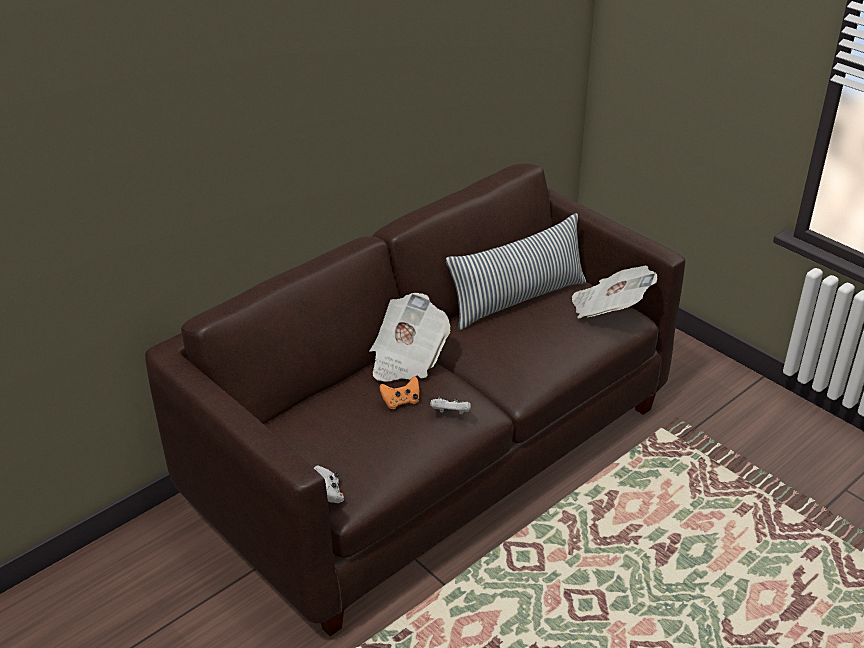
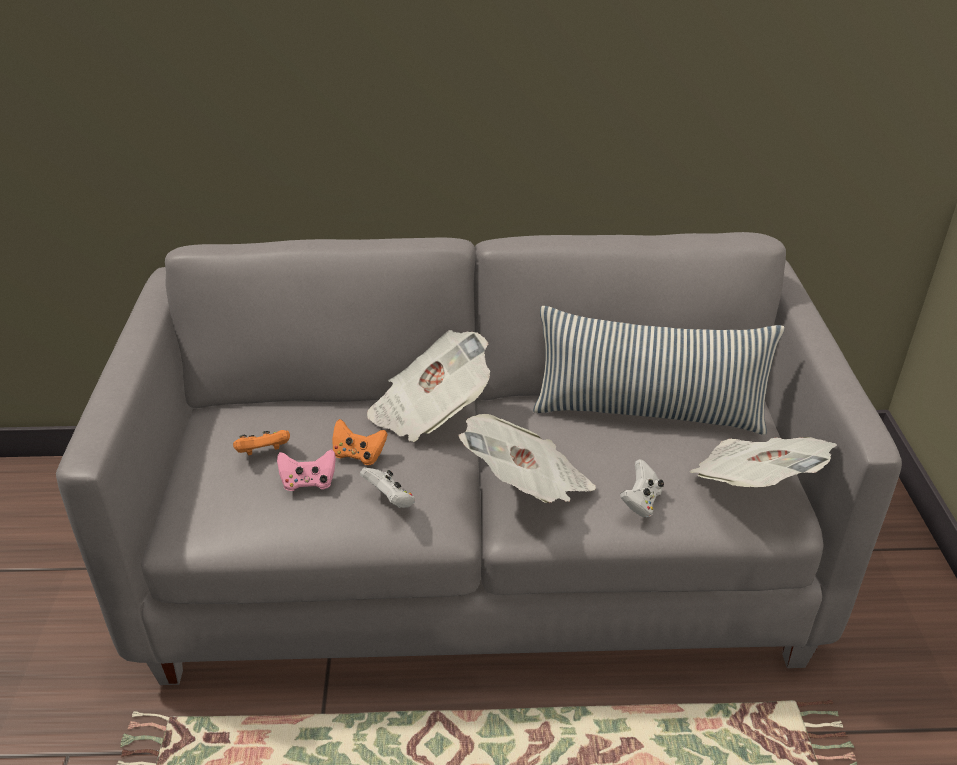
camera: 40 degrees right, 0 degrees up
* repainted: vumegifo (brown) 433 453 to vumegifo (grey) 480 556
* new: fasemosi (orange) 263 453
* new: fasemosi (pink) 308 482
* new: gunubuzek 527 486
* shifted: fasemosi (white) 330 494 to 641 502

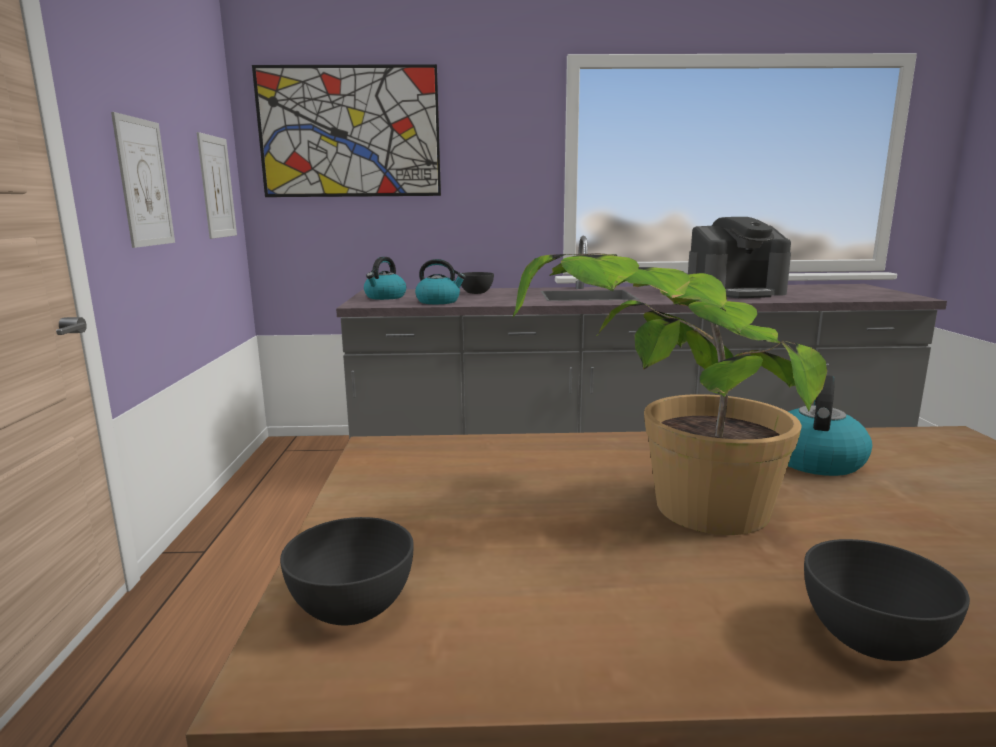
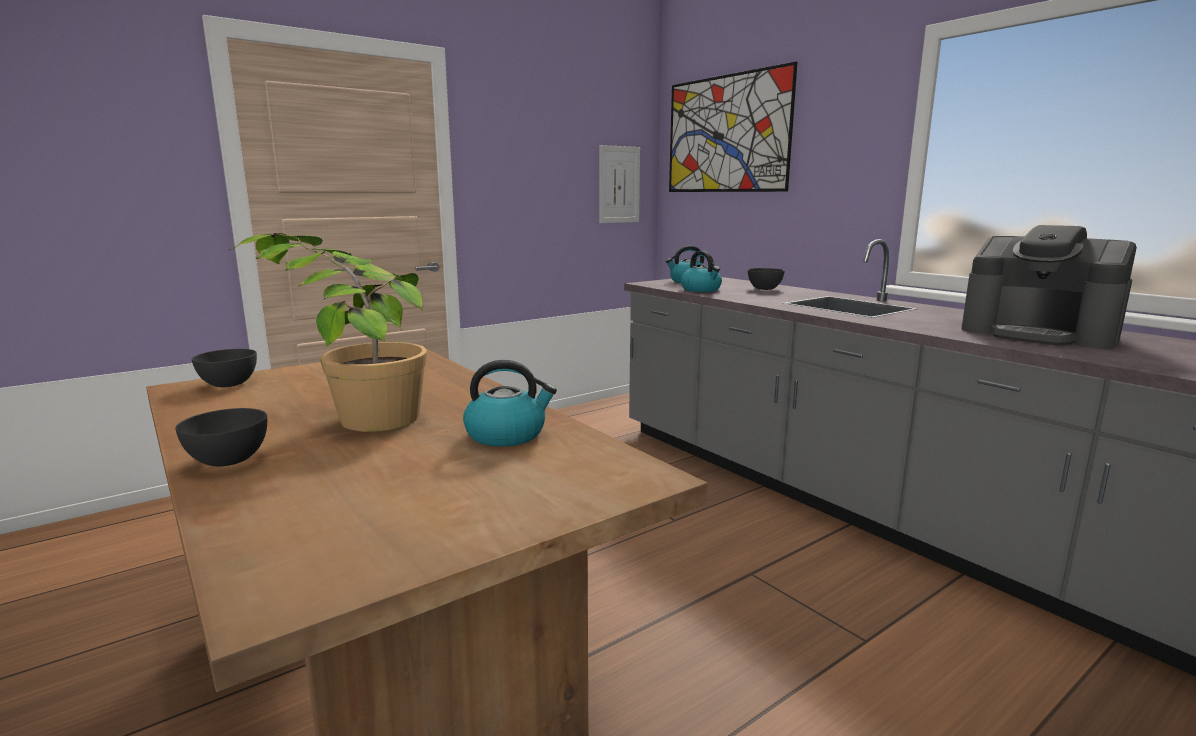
camera: 55 degrees right, 0 degrees up
* gone: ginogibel 144 183

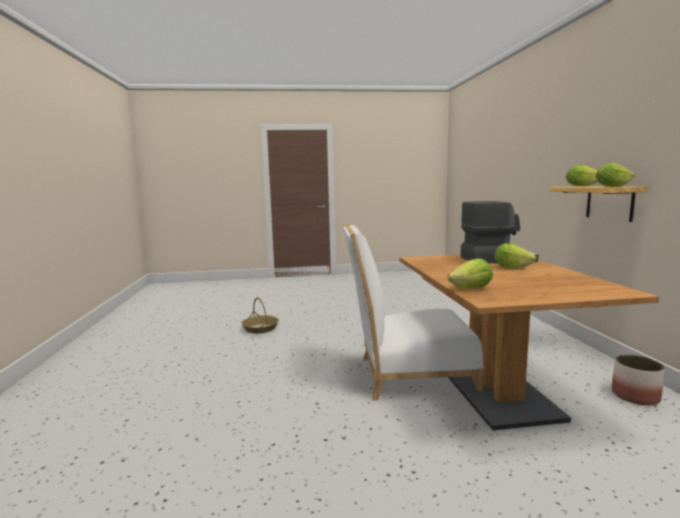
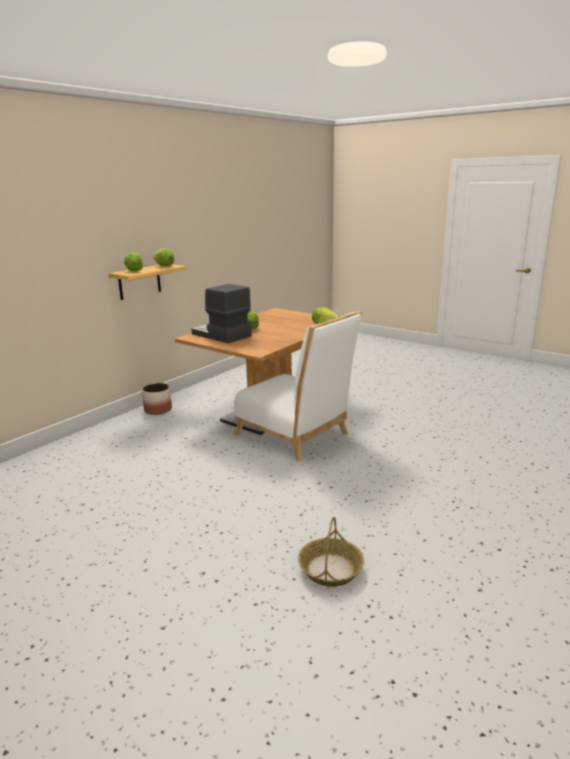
camera: 135 degrees left, 10 degrees up
* shifted: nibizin 635 396 to 158 410

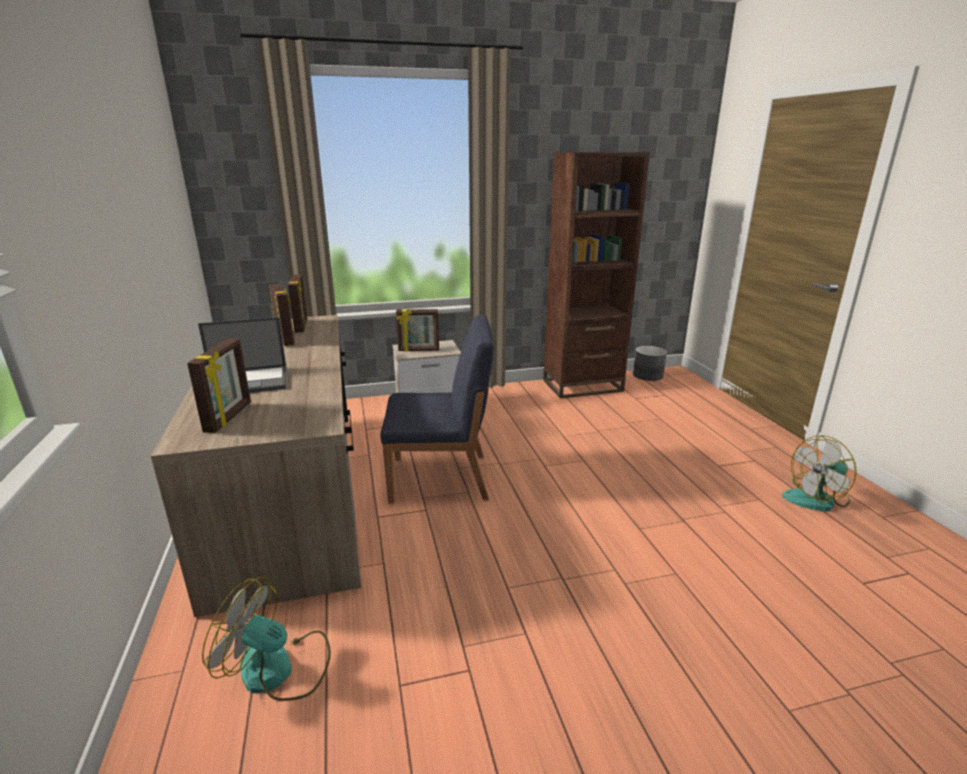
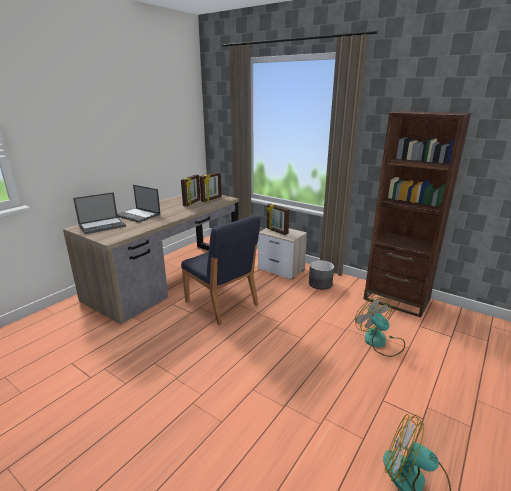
camera: 50 degrees right, 0 degrees up
* swapped: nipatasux 229 417 to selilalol 102 225
* shifted: nibizin (grey) 648 375 to 320 284
* shifted: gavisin 279 670 to 380 342

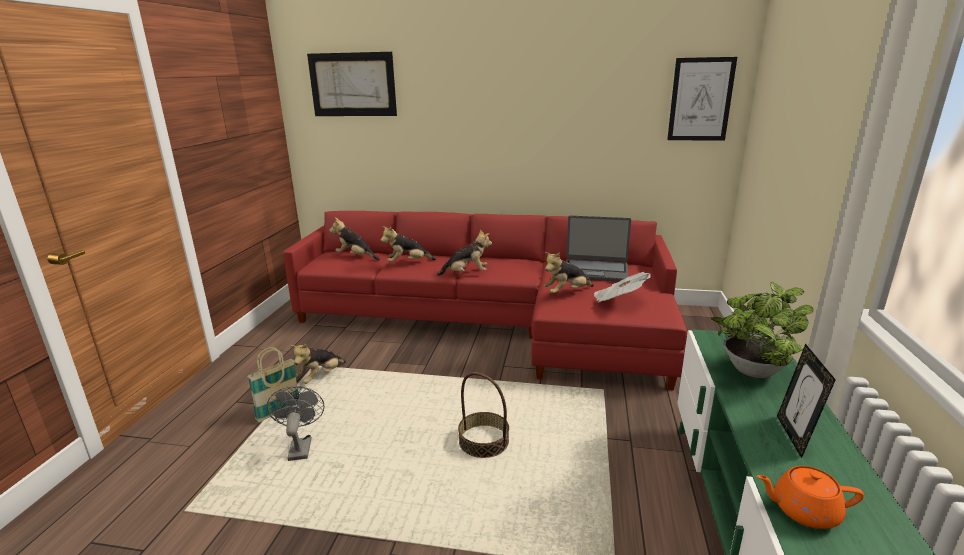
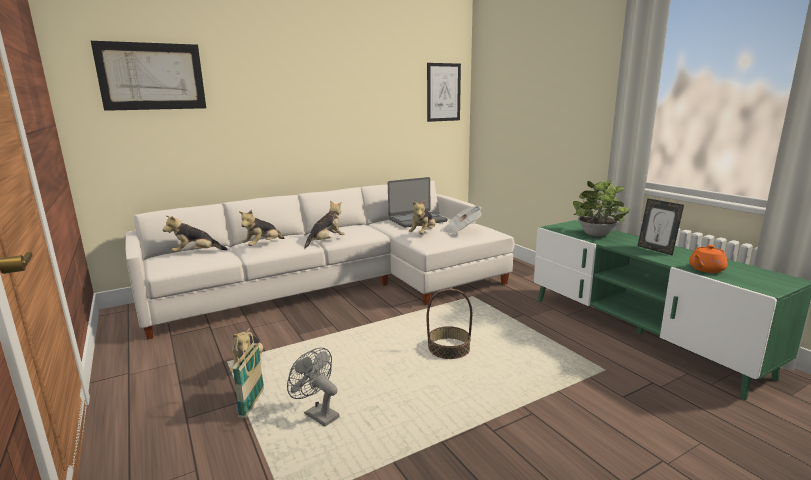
camera: 40 degrees left, 5 degrees down
* repainted: vumegifo (red) 496 322 to vumegifo (white) 344 283

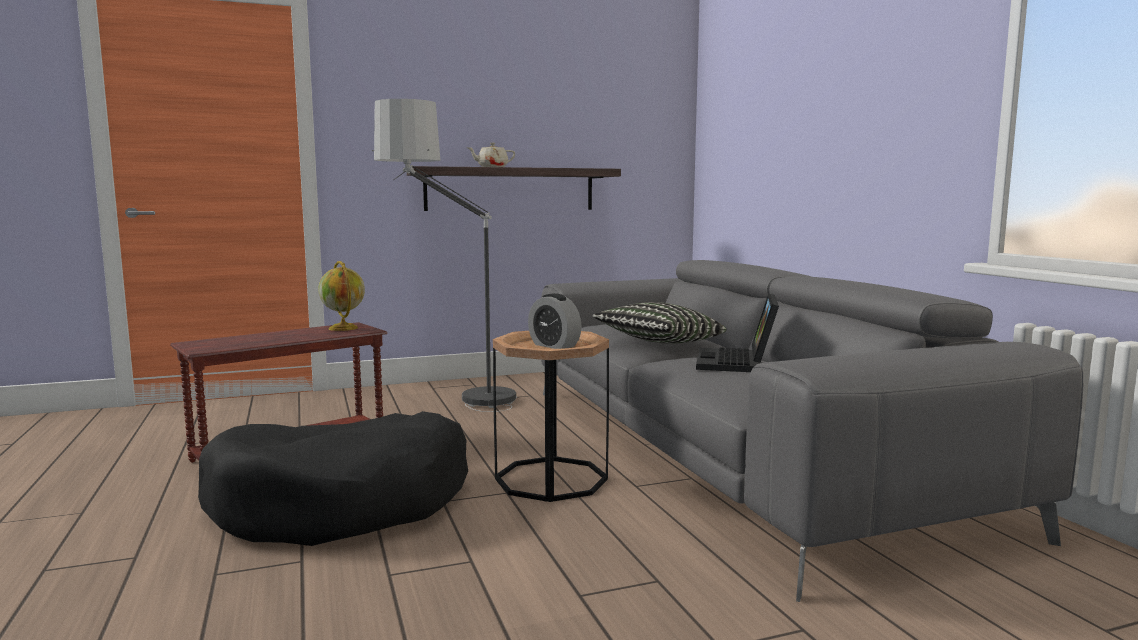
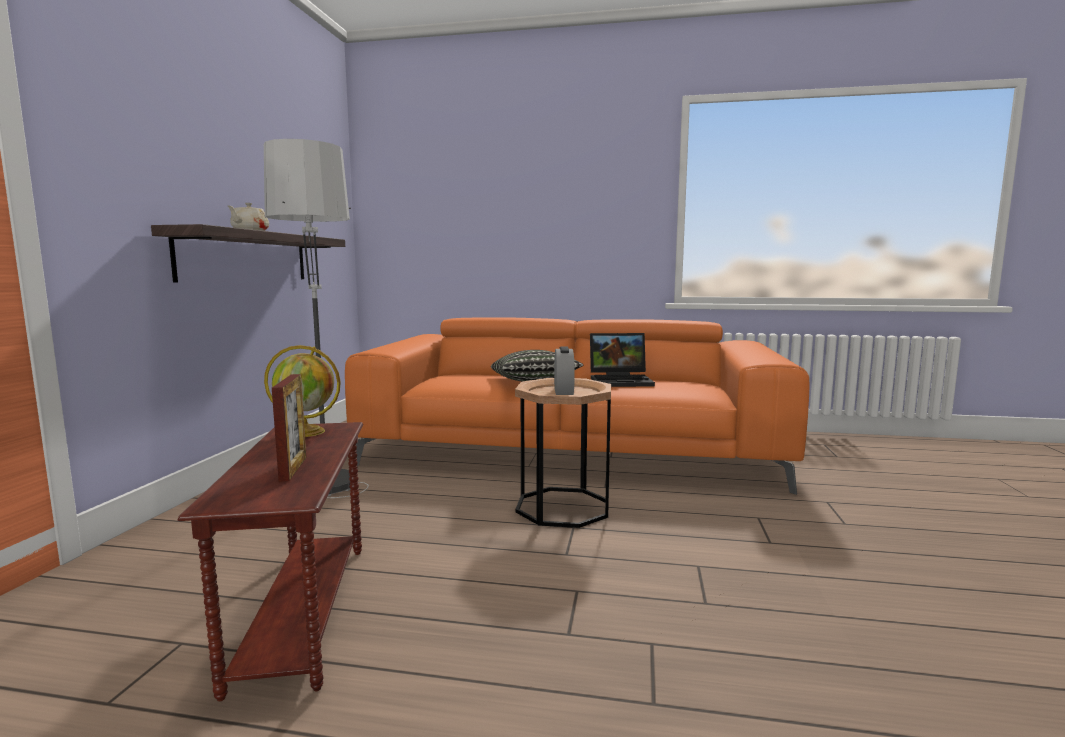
camera: 60 degrees left, 0 degrees up
* new: nipatasux 293 468
* repainted: vumegifo (grey) 731 449 to vumegifo (orange) 570 450
* rotated: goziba 554 345 = 563 391 75 degrees counterclockwise
* rotated: selilalol 738 363 = 621 381 45 degrees counterclockwise
* gone: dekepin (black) 342 504

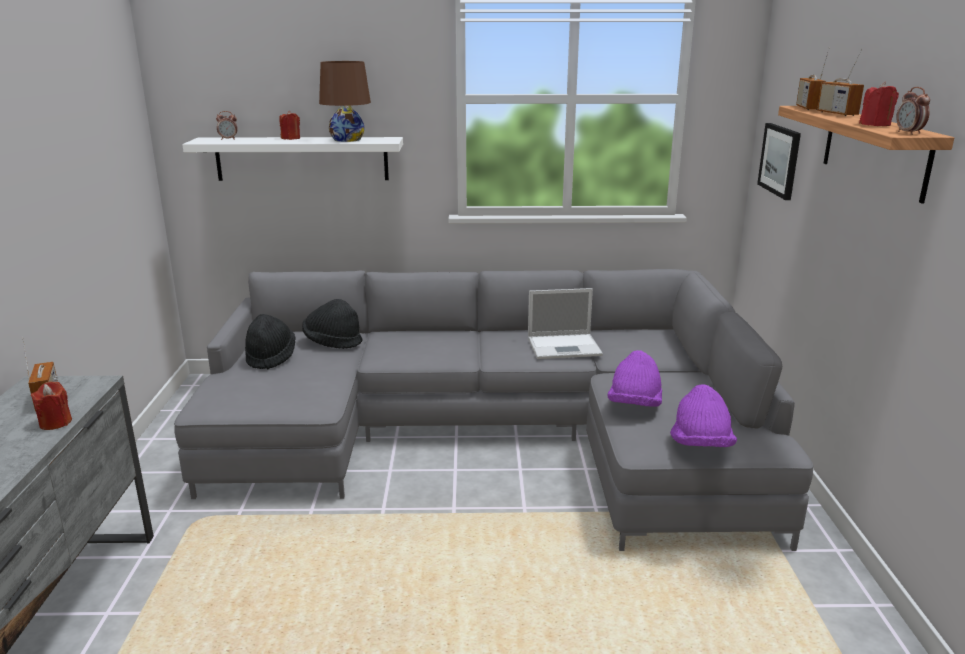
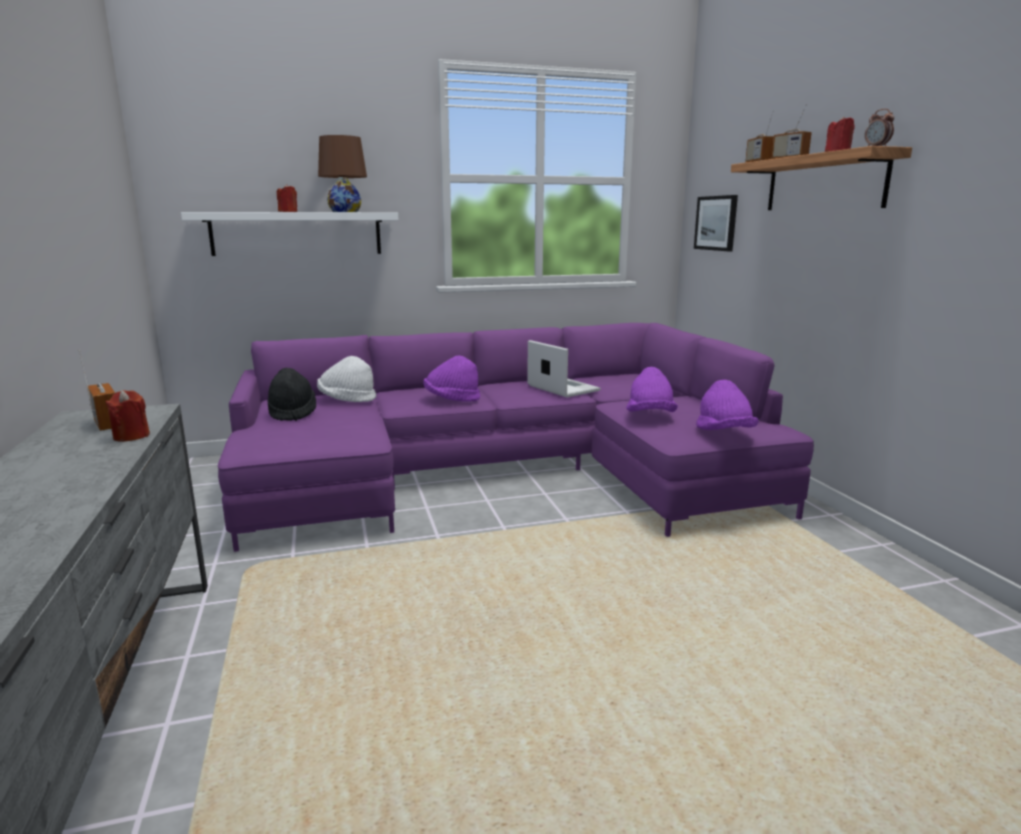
camera: 15 degrees left, 5 degrees down
* repainted: vumegifo (grey) 494 436 to vumegifo (purple) 507 474
* repainted: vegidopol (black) 332 342 to vegidopol (white) 347 400
* new: vegidopol (purple) 452 399
* rotated: selilalol 565 346 = 562 388 105 degrees counterclockwise
* gone: goziba 228 139

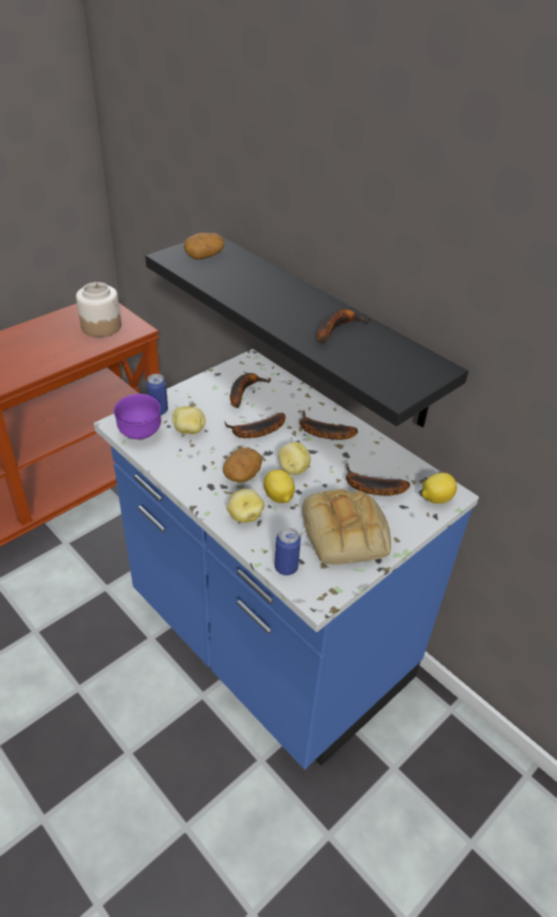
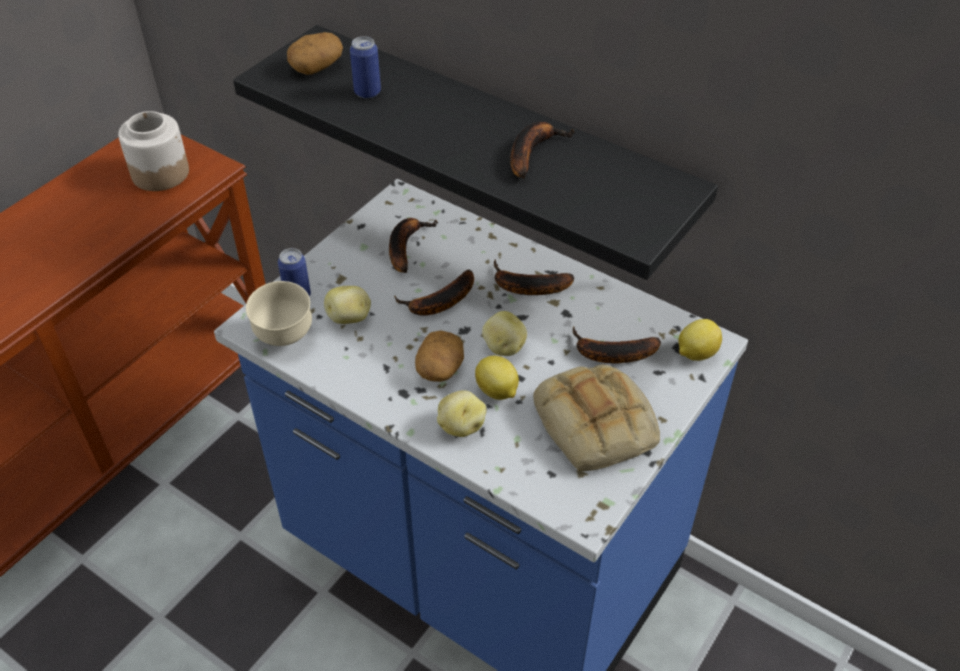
camera: 10 degrees left, 5 degrees up
* repainted: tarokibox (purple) 140 435 to tarokibox (beige) 284 337
* shifted: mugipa 286 567 to 367 92

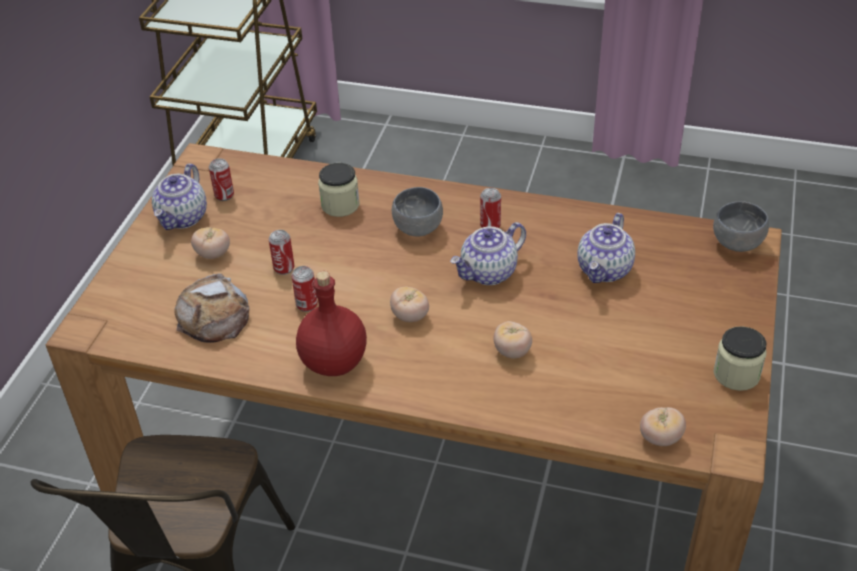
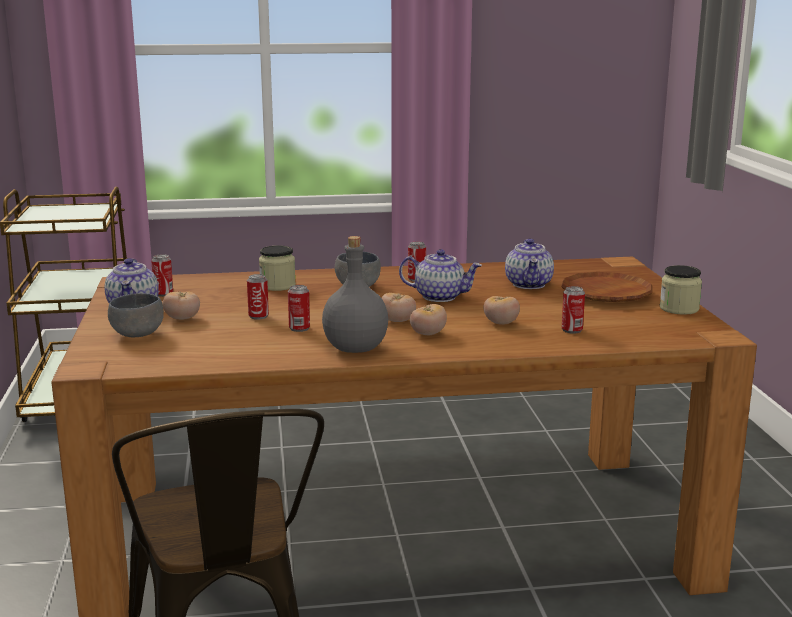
camera: 25 degrees left, 25 degrees down
* shifted: tarokibox (grey) 735 244 to 136 335
* repainted: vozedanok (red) 333 363 to vozedanok (grey) 355 349
* rotated: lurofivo 488 273 = 440 297 105 degrees counterclockwise
* shifted: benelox 660 438 to 428 334
* new: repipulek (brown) 606 294
* new: mugipa 572 330
* gone: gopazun 214 316

